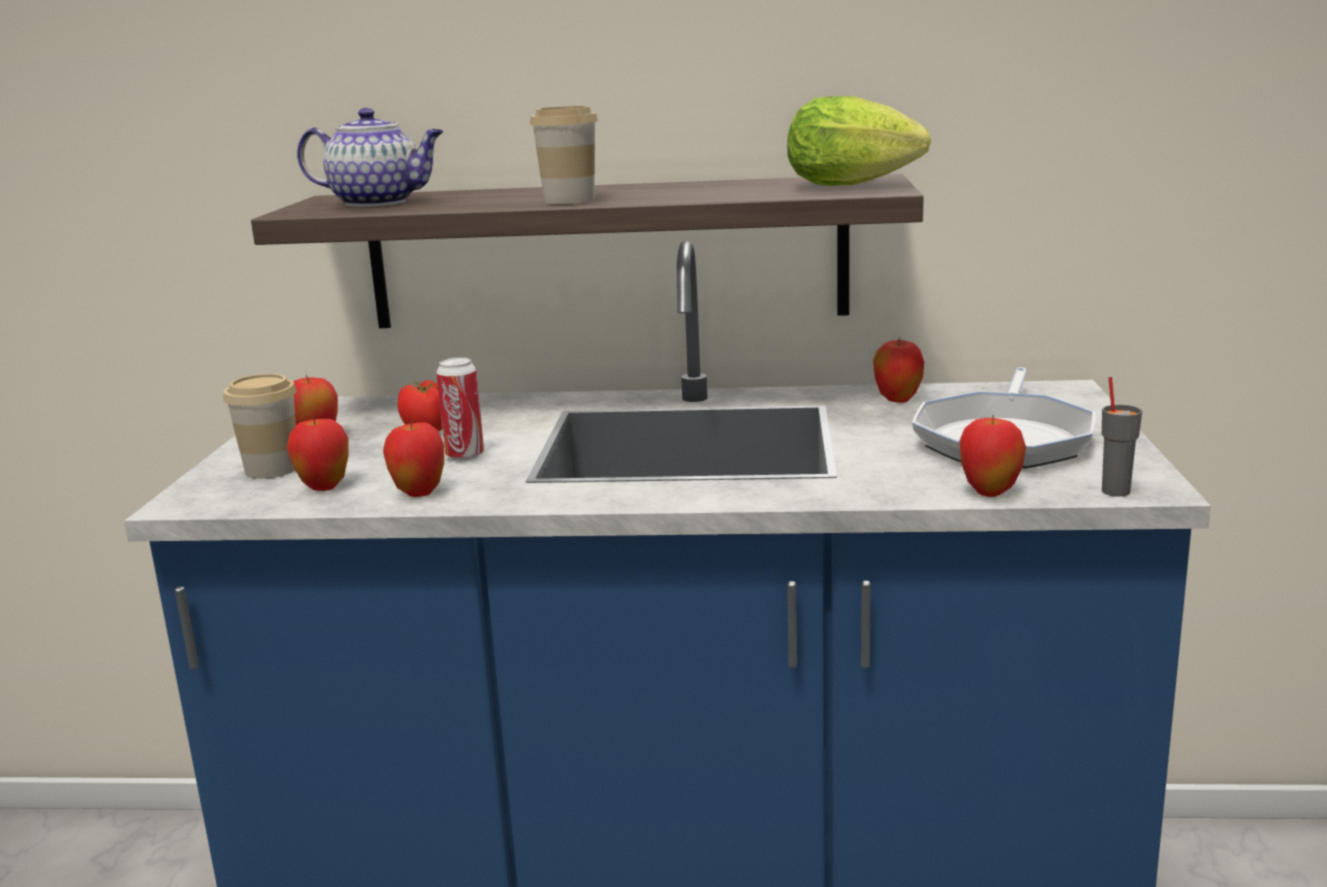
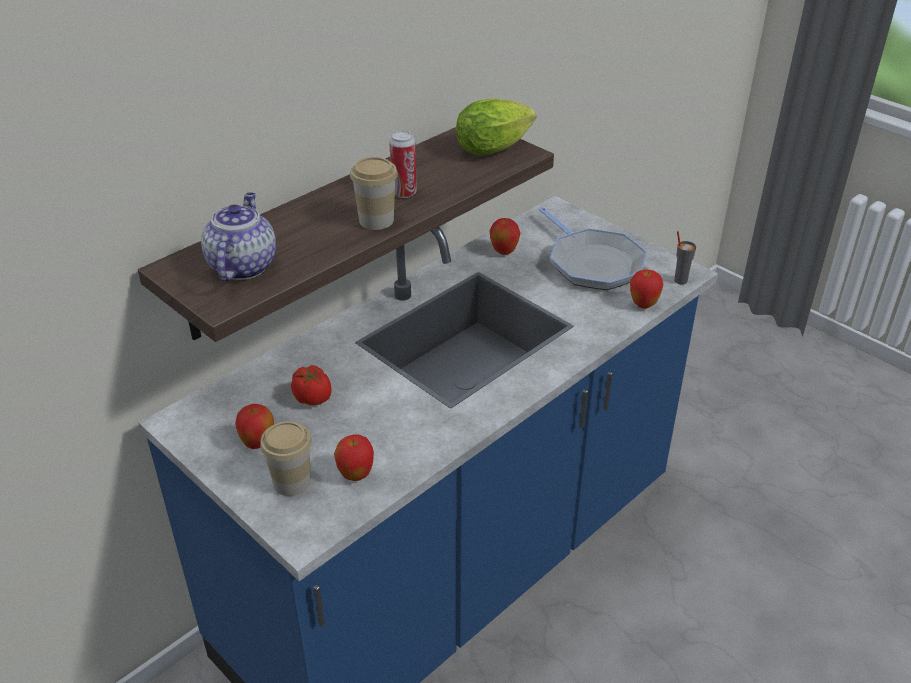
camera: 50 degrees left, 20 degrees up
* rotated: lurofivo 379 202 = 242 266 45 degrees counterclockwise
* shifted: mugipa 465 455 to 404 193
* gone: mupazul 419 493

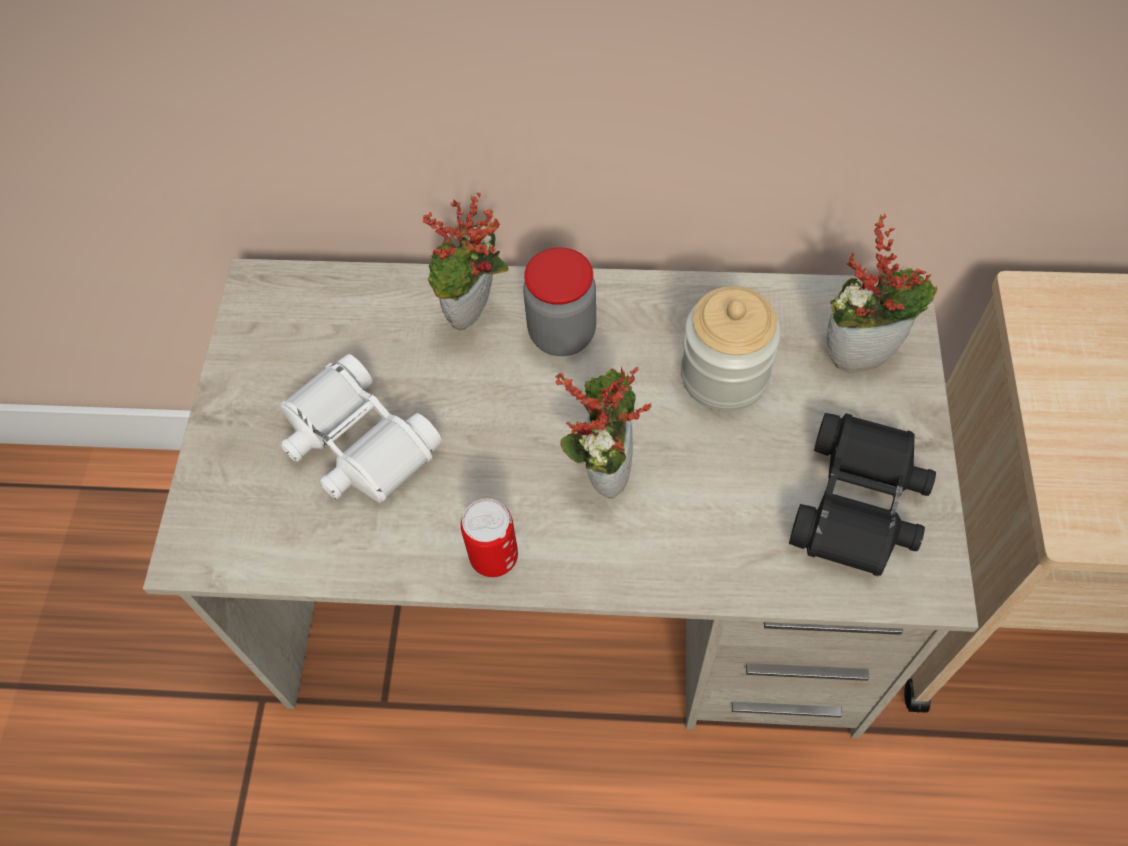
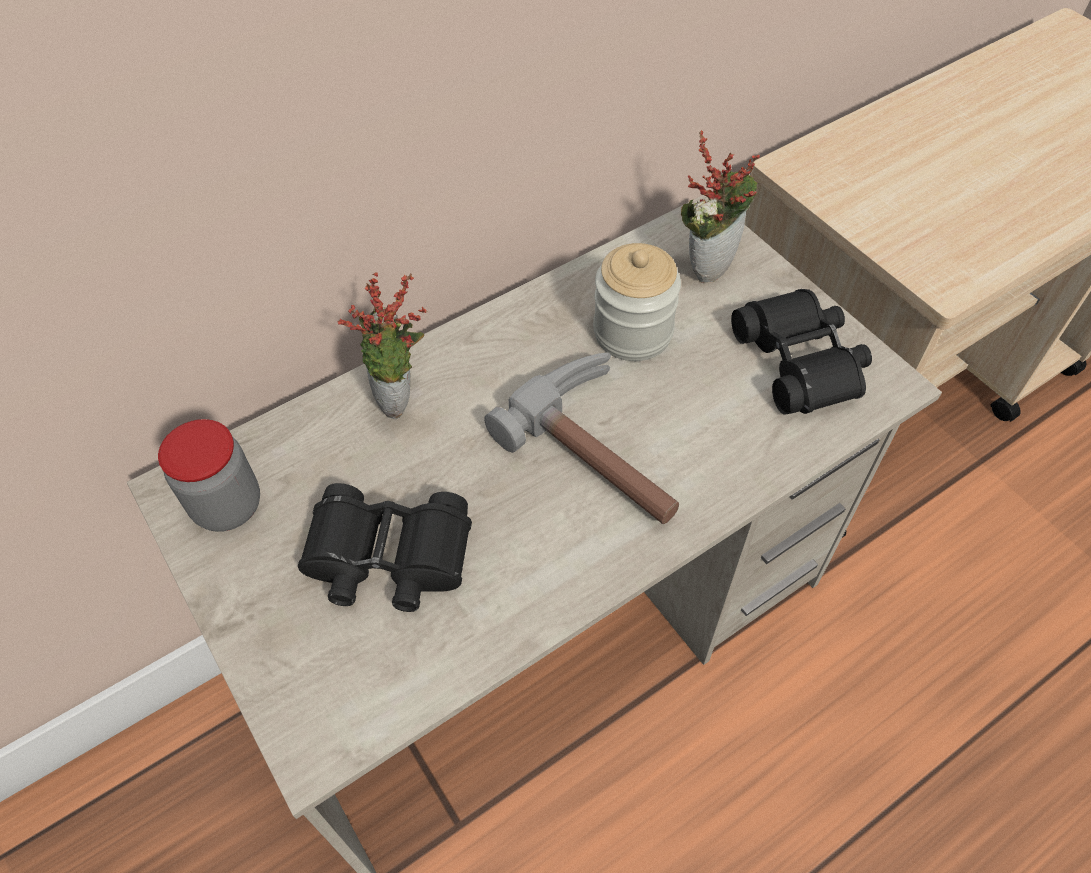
camera: 40 degrees left, 5 degrees down
* shifted: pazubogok 562 334 to 228 506
* repainted: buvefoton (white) 357 444 to buvefoton (black) 389 558
* swapped: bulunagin 603 469 to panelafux 607 450
* gone: mugipa 494 557

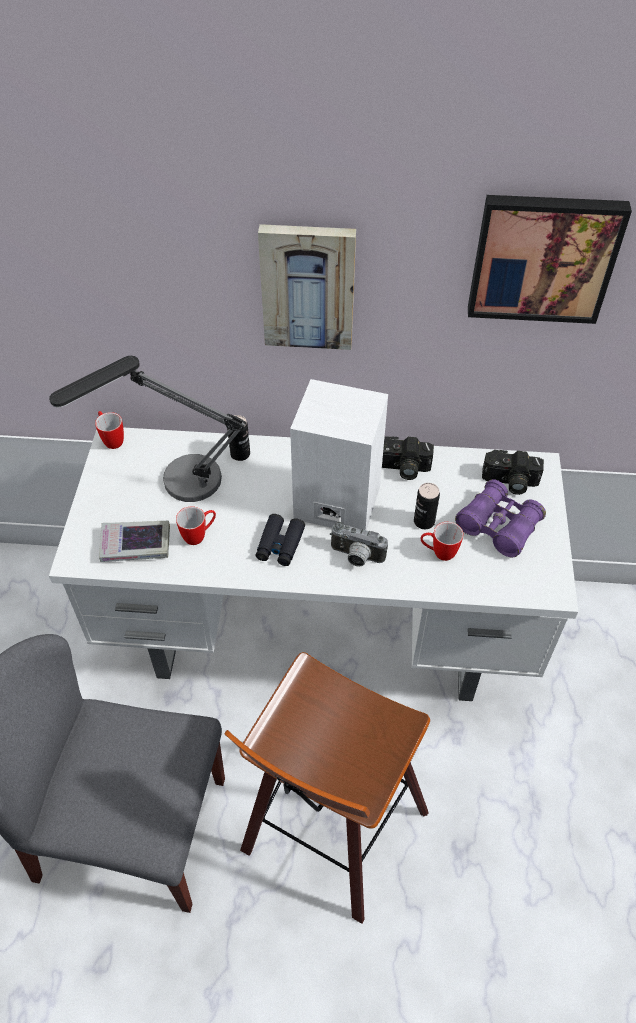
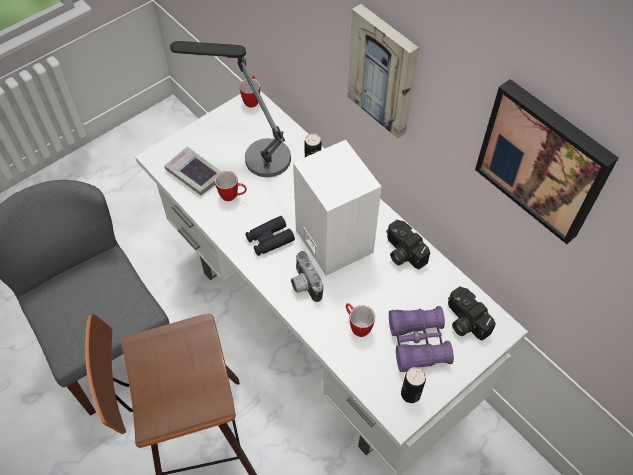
camera: 45 degrees right, 5 degrees up
* shifted: mugipa 424 521 to 410 394

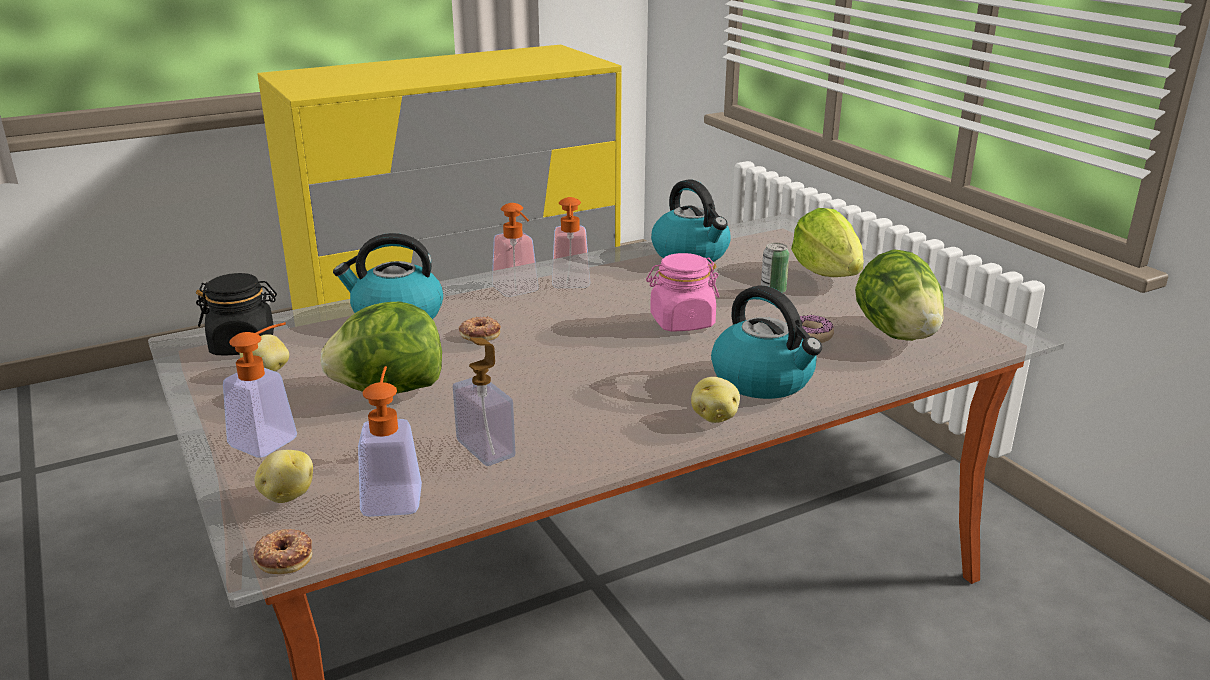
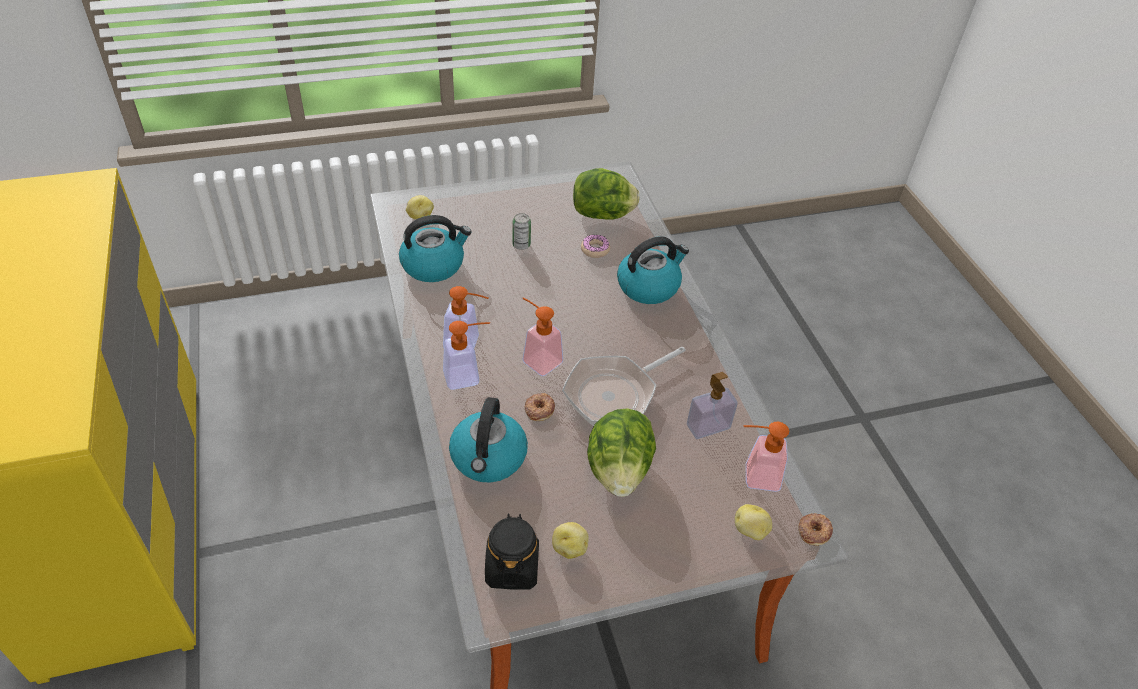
camera: 80 degrees left, 20 degrees up
* shifted: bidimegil 714 417 to 420 216
* shifted: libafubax 272 437 to 537 359
* new: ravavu 615 394
* gone: pazubogok (pink) 681 322
* gone: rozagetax 827 273

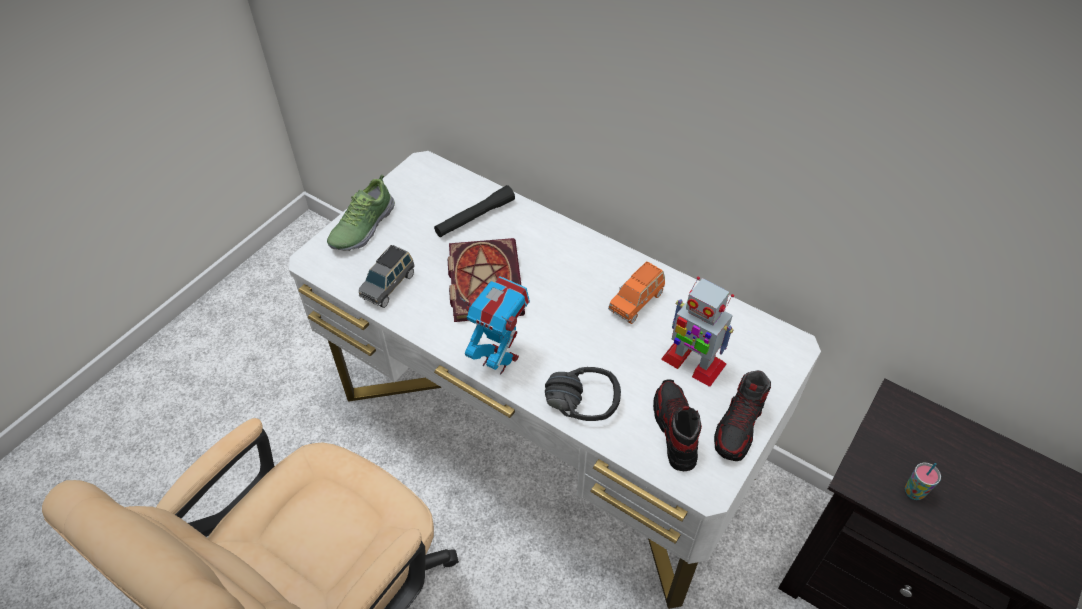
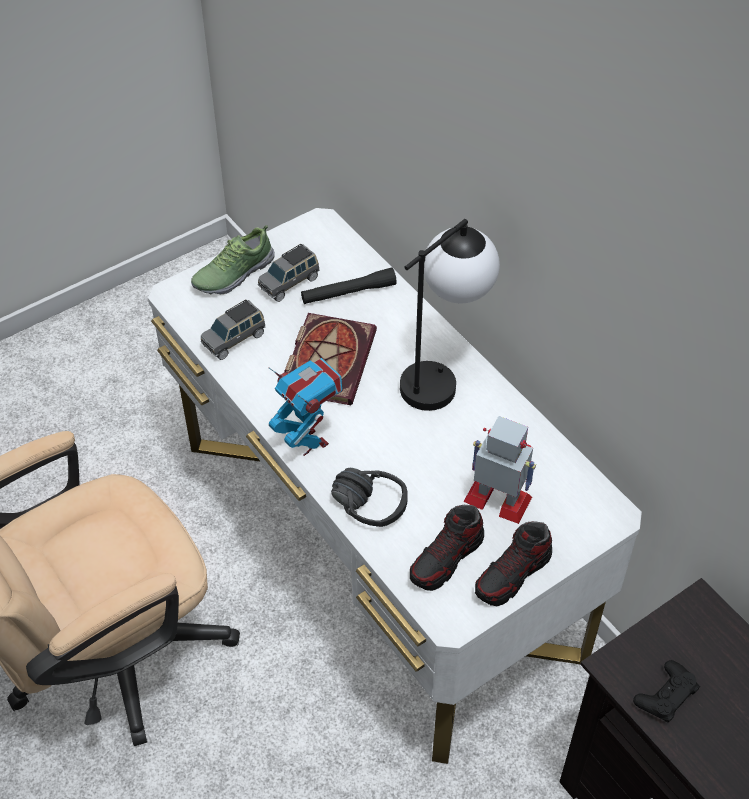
camera: 20 degrees right, 0 degrees up
* new: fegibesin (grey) 290 283
* new: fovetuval 442 375
* rotated: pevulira 675 430 = 446 559 150 degrees counterclockwise
* rotated: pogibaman 692 361 = 498 499 150 degrees clockwise
* swapped: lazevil 913 492 to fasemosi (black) 666 695
* gone: fegibesin (orange) 636 301

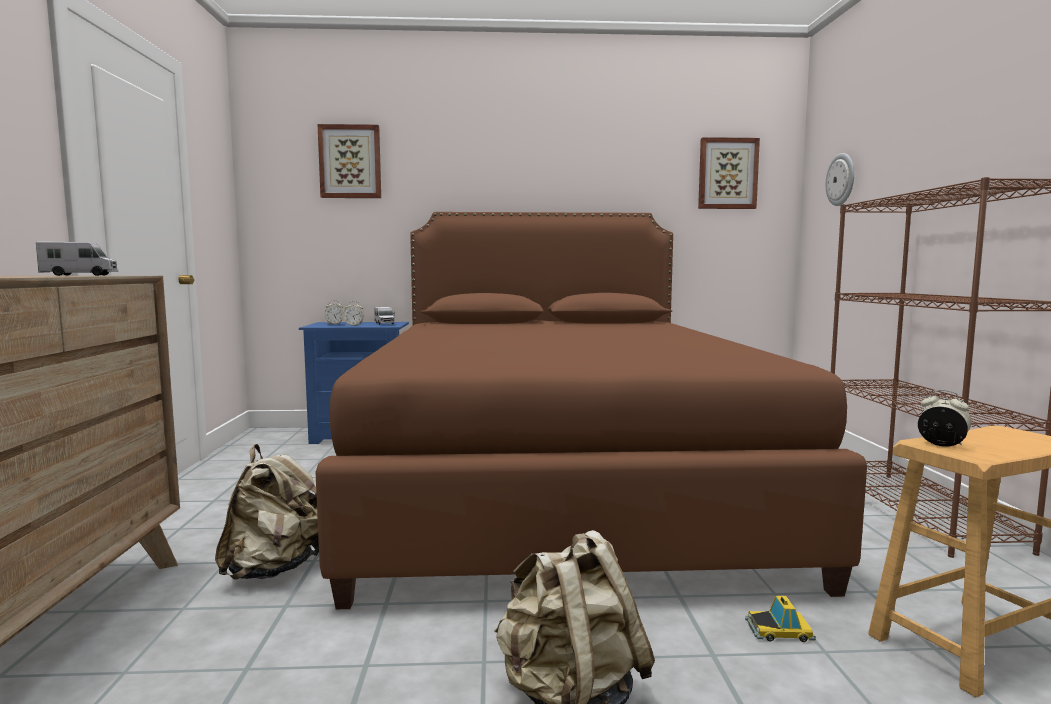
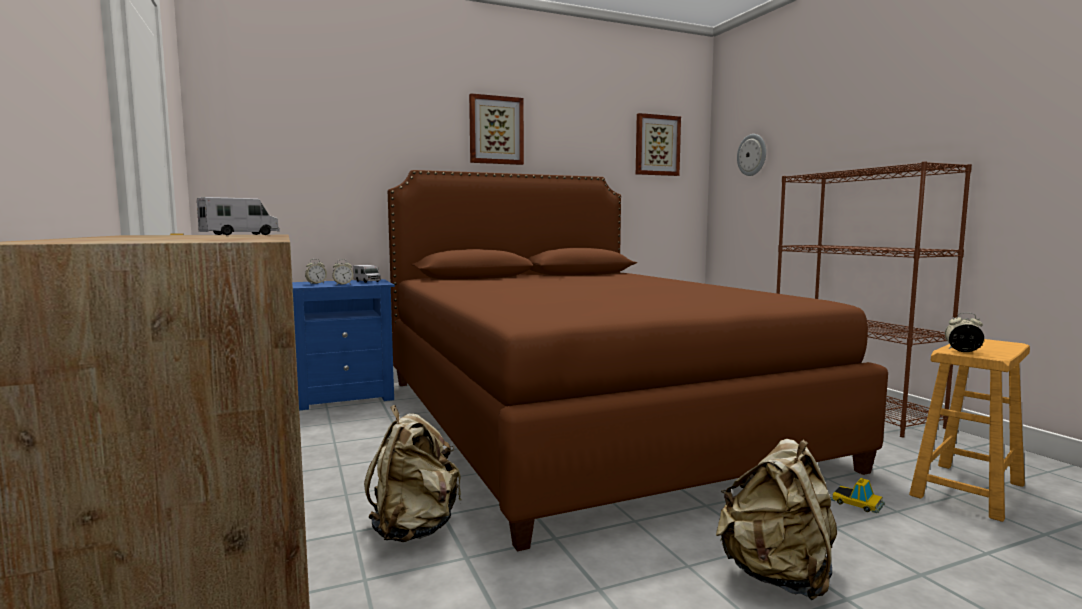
camera: 20 degrees left, 0 degrees up
* shifted: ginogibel 350 162 to 496 130
* rotated: fegibesin 779 630 = 857 503 60 degrees clockwise

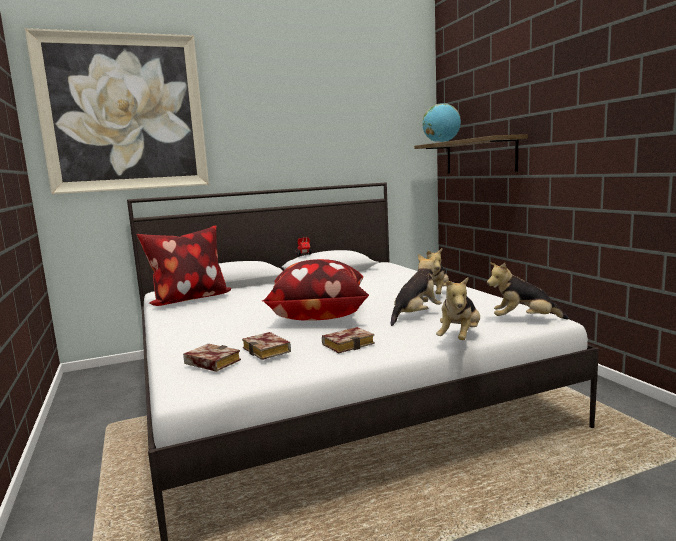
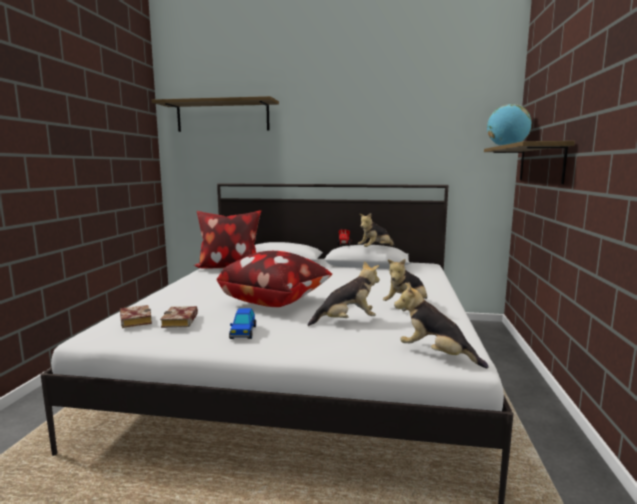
camera: 30 degrees right, 0 degrees up
* swapped: ginogibel 124 113 to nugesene 222 117
* swapped: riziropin 349 344 to fegibesin 243 333
* shifted: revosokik 460 338 to 375 249

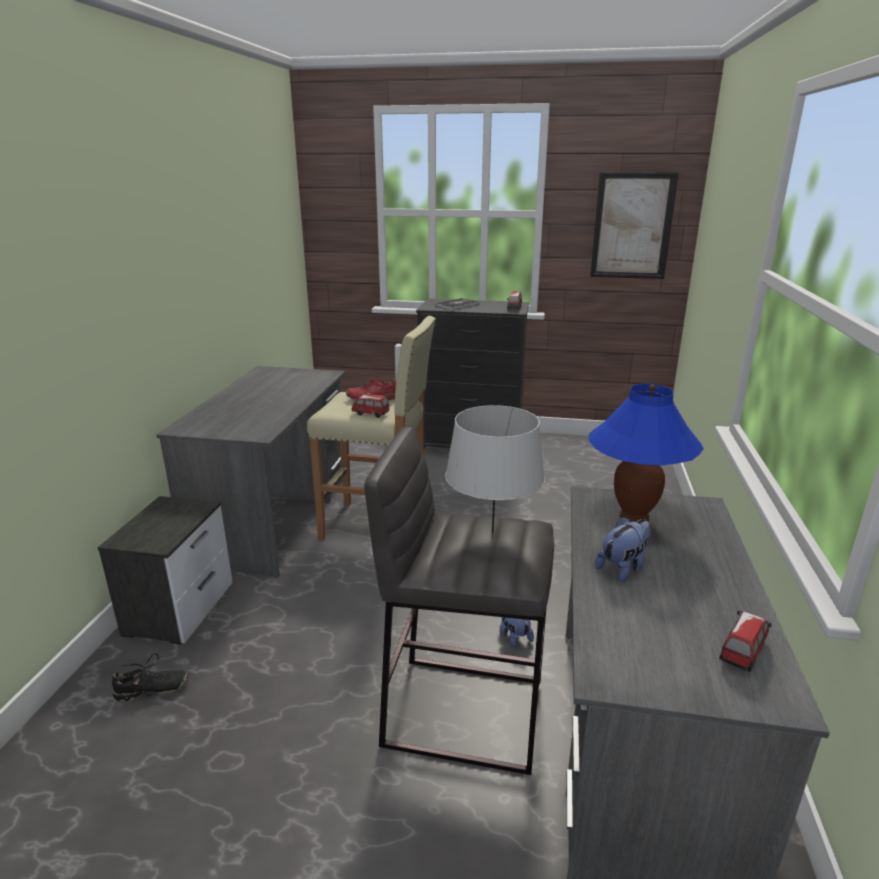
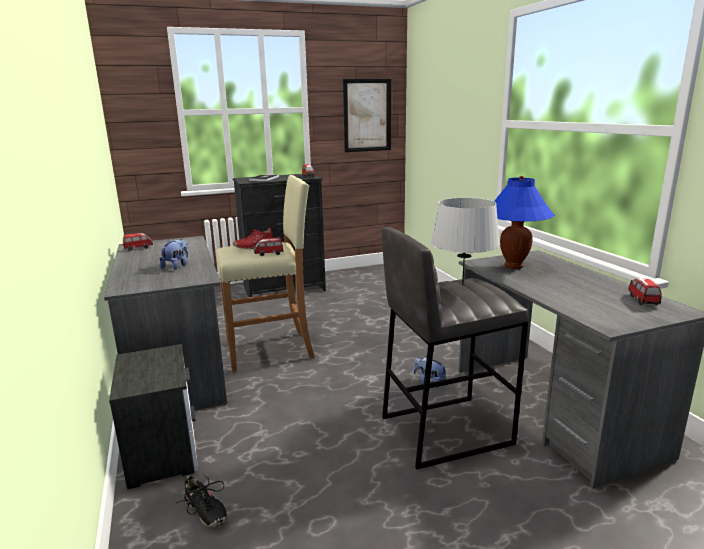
camera: 30 degrees left, 5 degrees down
* new: fegibesin 138 248
* shifted: revosokik 623 568 to 176 266
* rotated: pevulira (black) 152 691 = 205 511 90 degrees clockwise

